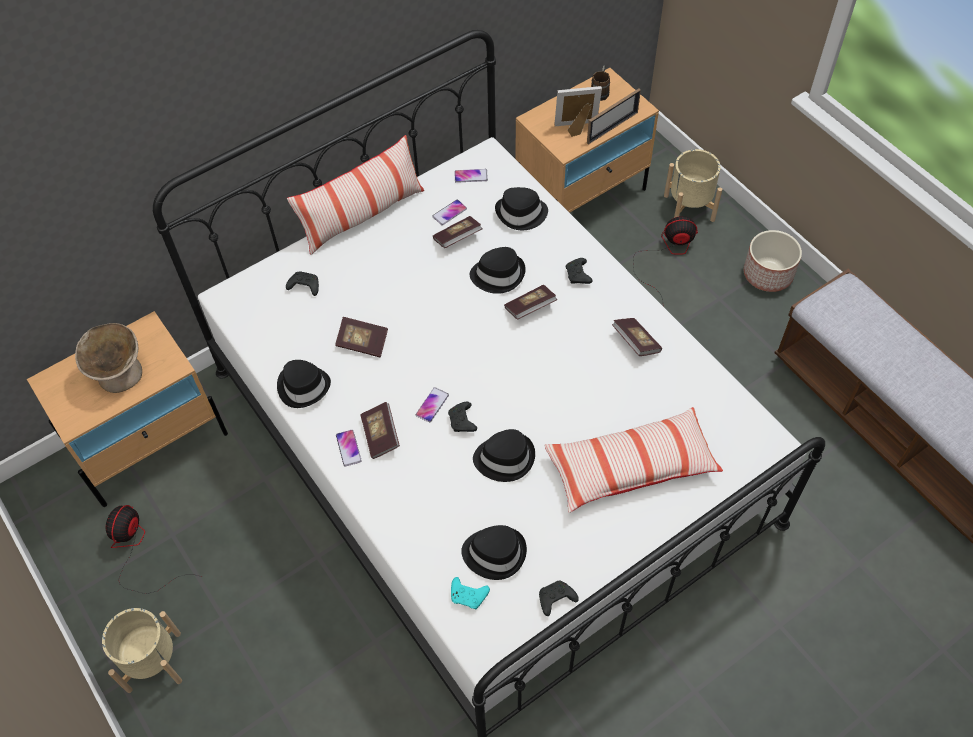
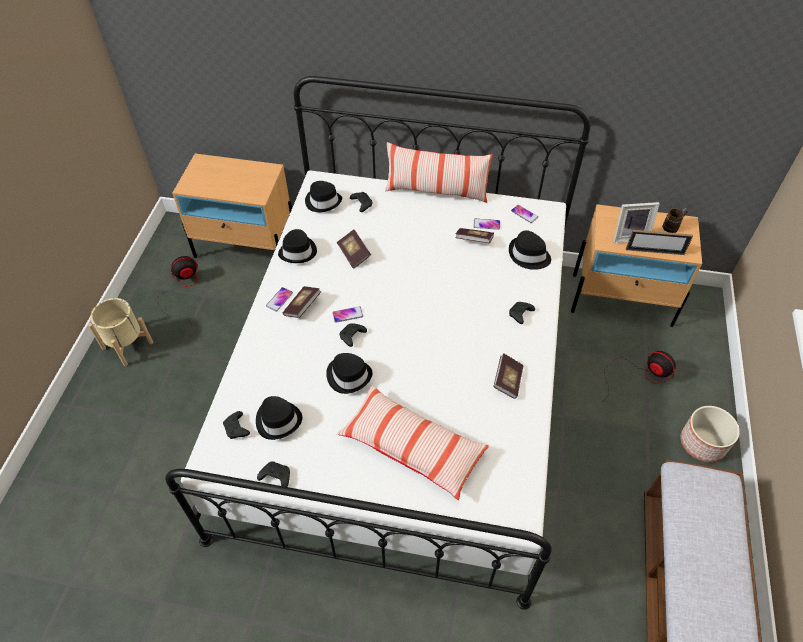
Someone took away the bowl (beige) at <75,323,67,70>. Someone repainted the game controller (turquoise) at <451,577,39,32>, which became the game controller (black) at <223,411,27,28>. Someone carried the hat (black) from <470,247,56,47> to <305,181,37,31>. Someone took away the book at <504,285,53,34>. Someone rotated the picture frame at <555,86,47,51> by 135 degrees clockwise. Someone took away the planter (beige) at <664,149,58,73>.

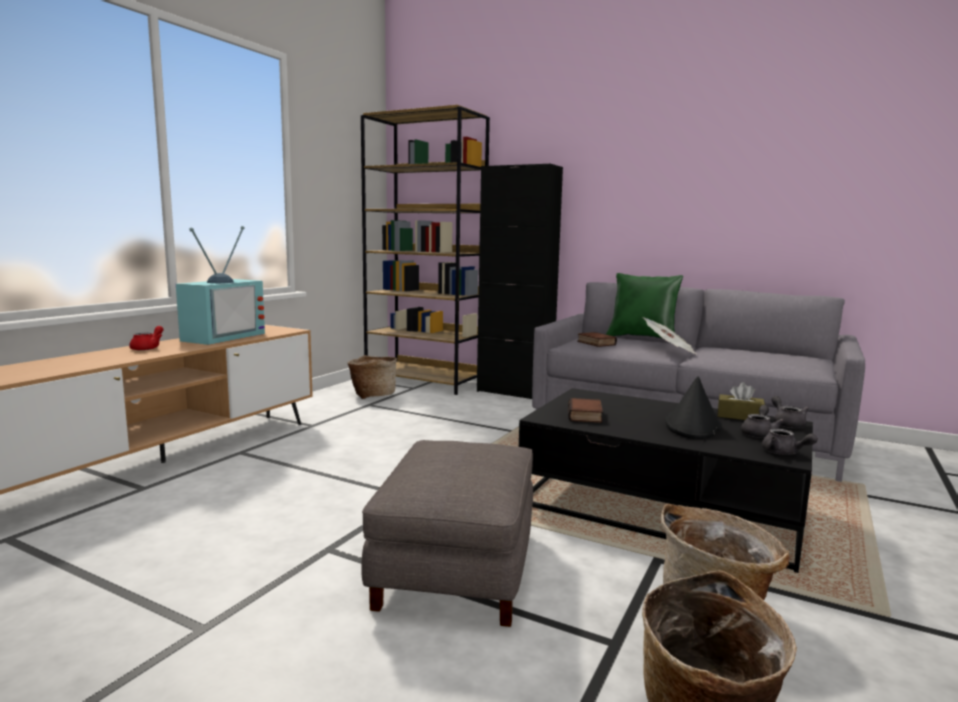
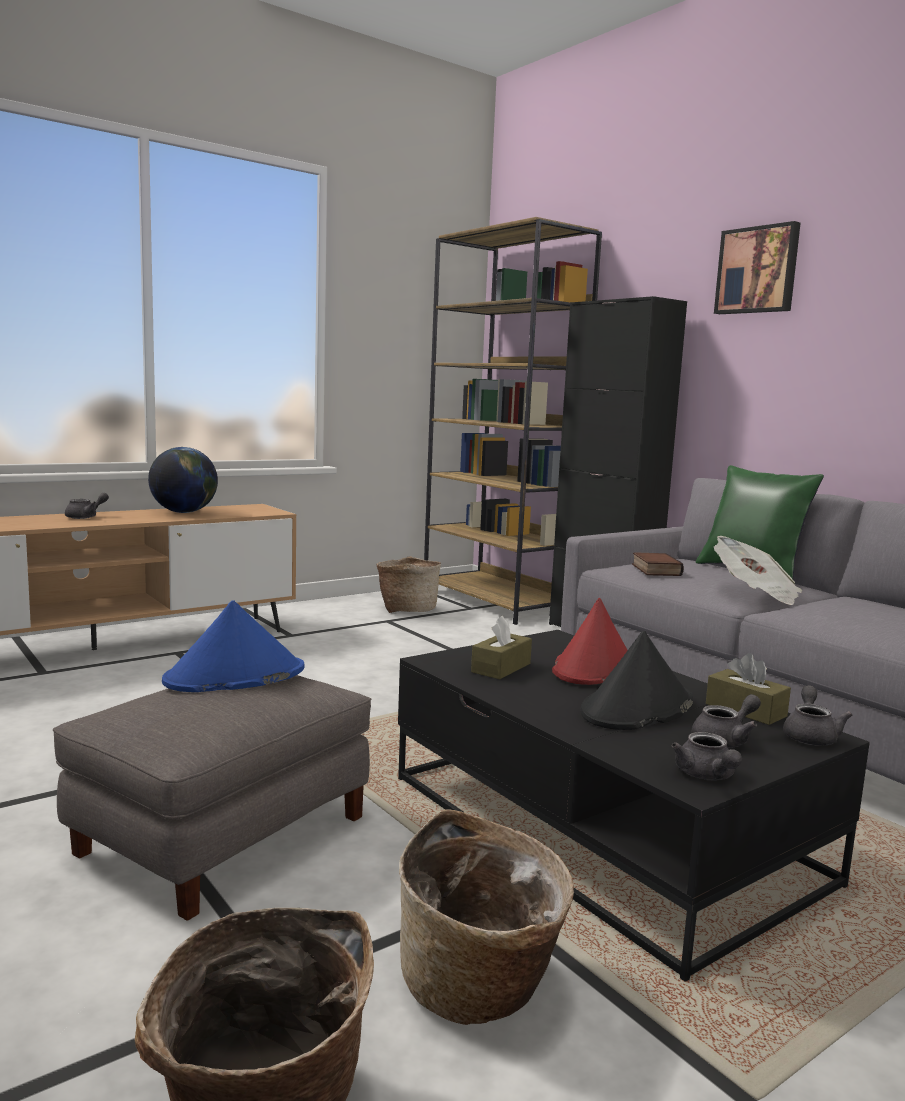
Someone repainted the teapot (red) at <129,326,35,25>, which became the teapot (grey) at <65,493,44,26>. Someone swapped the television at <176,226,89,119> for the globe at <148,447,70,66>. Someone swapped the book at <568,398,35,25> for the tissue box (brown) at <471,615,61,64>. Someone put down the hat (blue) at <162,601,142,91>. Someone put down the hat (red) at <552,598,76,87>. Someone put up the picture at <714,221,87,93>.

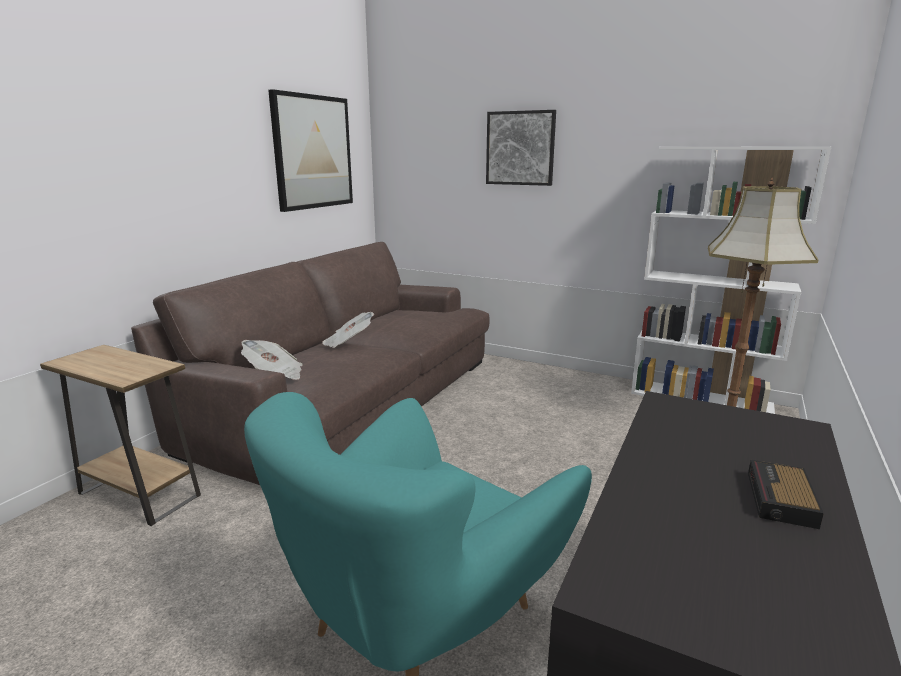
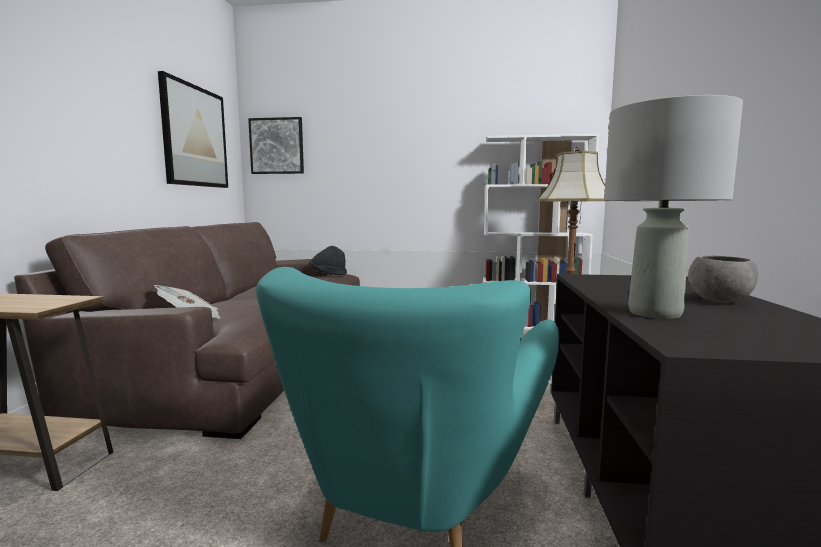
Someone took away the newspaper at <322,312,52,36>. Someone carried the picture from <486,110,70,76> to <248,117,56,57>. Someone swapped the alarm clock at <748,460,76,69> for the bowl (grey) at <688,255,70,48>. Someone put down the hat (black) at <309,246,38,29>. Someone put down the table lamp (grey) at <604,95,139,224>.

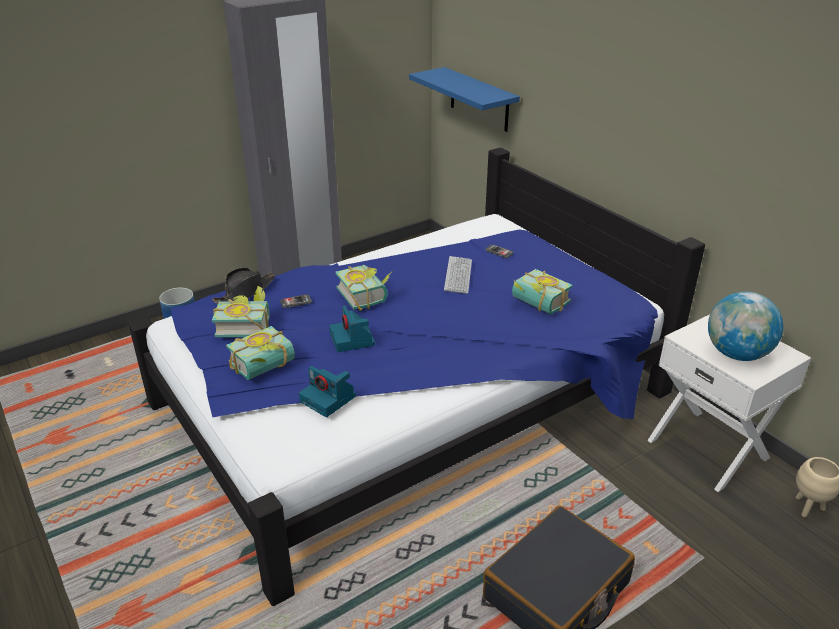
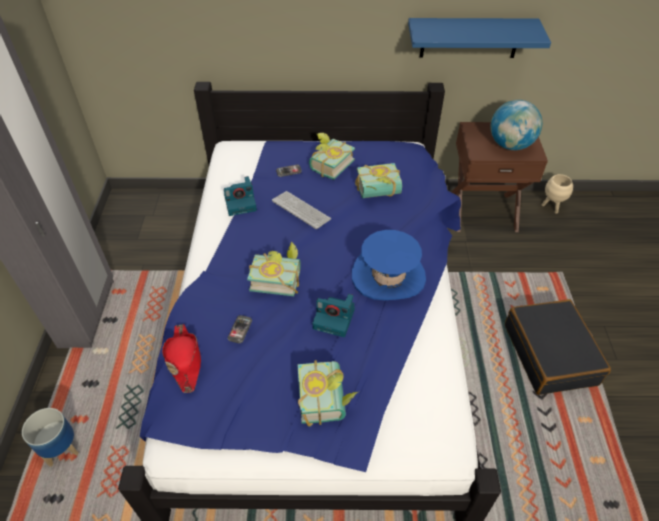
Someone repainted the hat (black) at <212,267,63,37>, which became the hat (red) at <162,324,39,69>. Someone carried the book from <212,286,57,51> to <309,133,46,47>. Someone carried the photo camera from <299,366,57,51> to <224,176,33,40>. Someone carried the shelf (blue) from <409,67,111,65> to <408,18,143,40>. Someone repainted the nightstand (white) at <647,315,164,177>, which became the nightstand (brown) at <451,122,97,110>. Someone put down the hat (blue) at <352,230,74,70>.

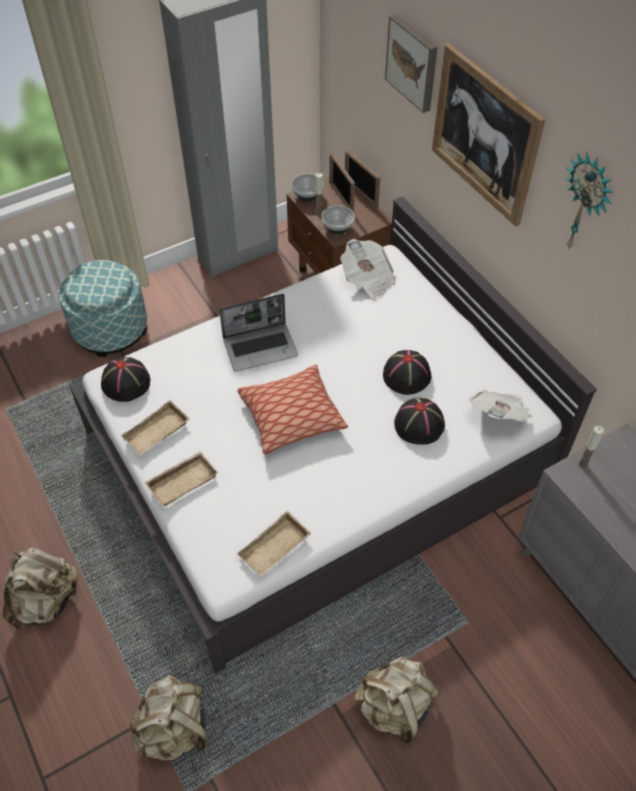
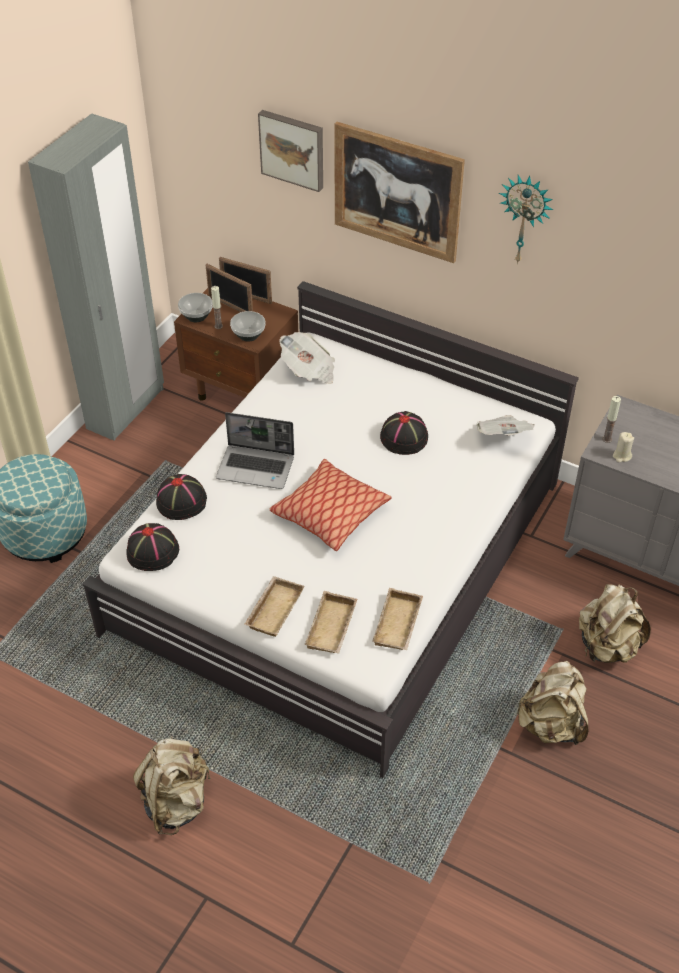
Someone carried the tray (beige) from <120,400,70,56> to <304,591,53,63>. Someone carried the backpack (beige) from <129,675,78,86> to <579,584,72,79>. Someone rotated the laptop at <219,294,79,78> by 60 degrees clockwise. Someone carried the hat (black) from <394,398,51,47> to <156,474,51,46>. Someone put down the candle (beige) at <613,432,21,30>.

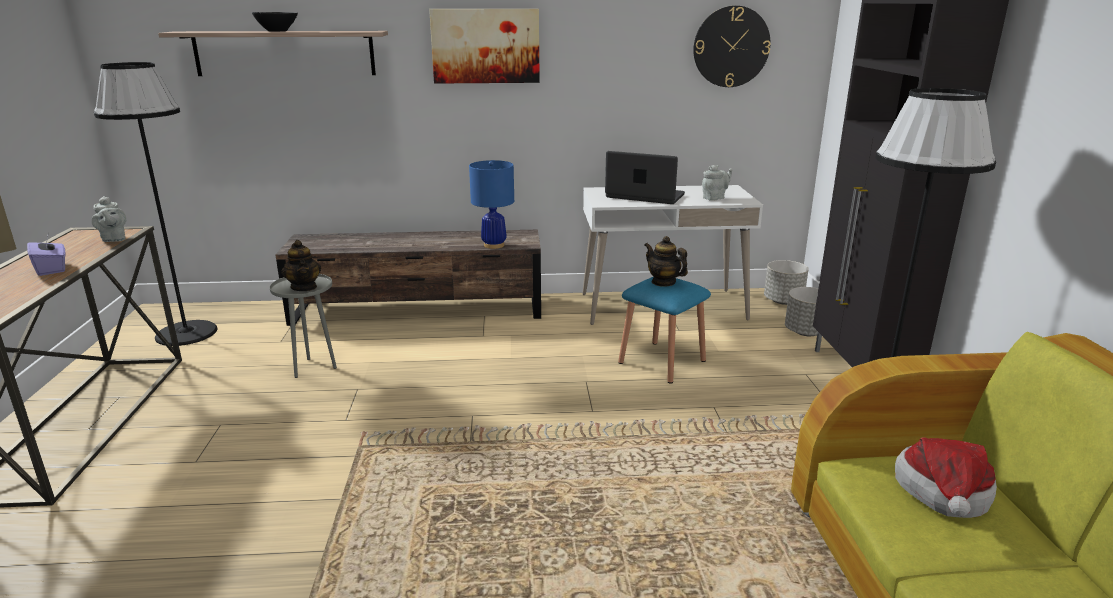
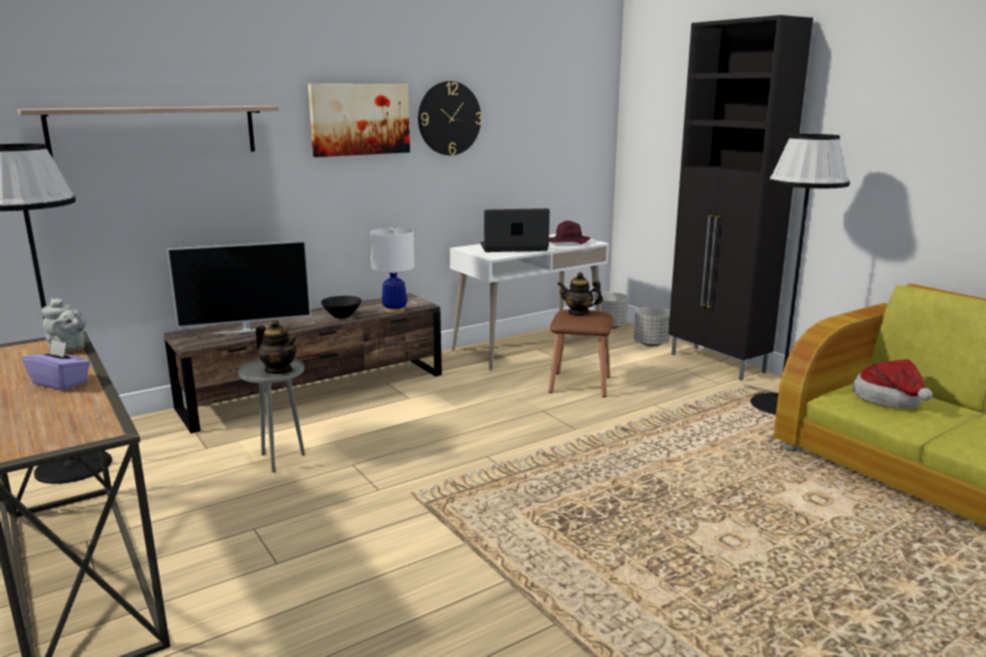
Someone carried the bowl (black) from <252,12,46,19> to <321,296,41,22>. Someone repainted the table lamp (blue) at <469,160,45,89>, which became the table lamp (white) at <370,227,45,86>. Someone repainted the stool (blue) at <618,277,93,107>, which became the stool (brown) at <549,309,65,88>. Someone carried the wall clock from <693,6,78,81> to <418,81,64,74>. Someone swapped the teapot (grey) at <702,165,30,36> for the hat (purple) at <549,221,41,23>. Someone put down the television at <167,241,145,93>.

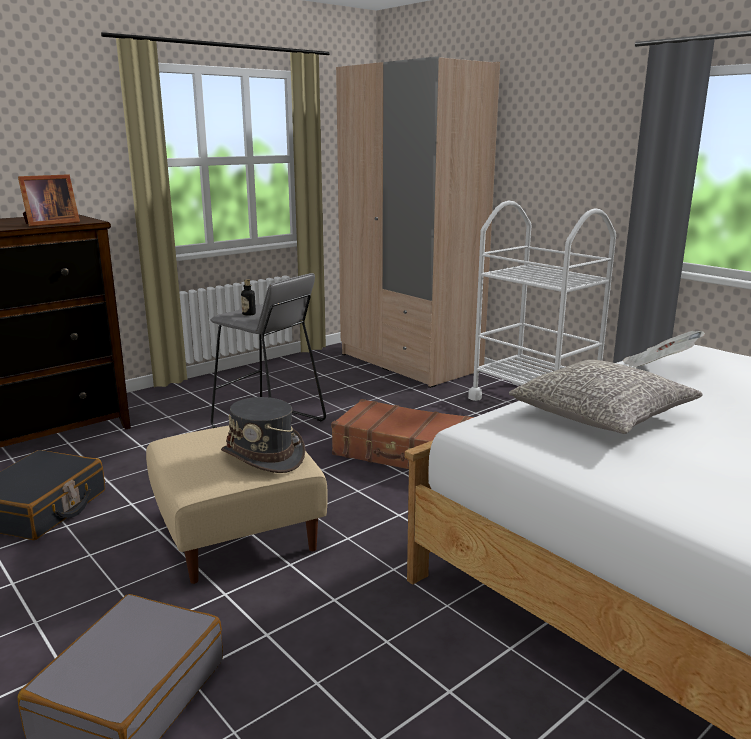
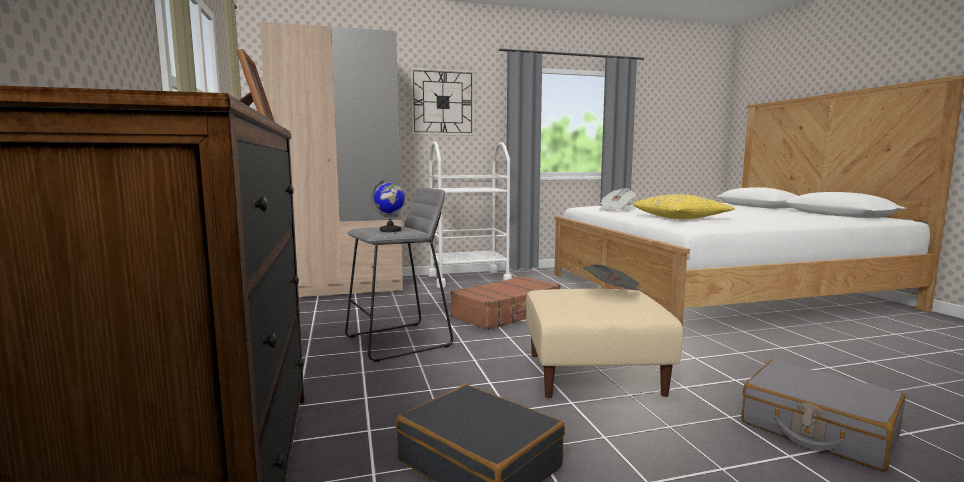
Someone swapped the hat (grey) at <221,397,84,76> for the newspaper at <583,265,57,25>. Someone swapped the bottle at <241,279,15,37> for the globe at <370,179,35,53>. Someone repainted the pillow (grey) at <509,360,194,74>, which became the pillow (yellow) at <633,194,102,25>. Someone put up the wall clock at <410,67,64,69>.

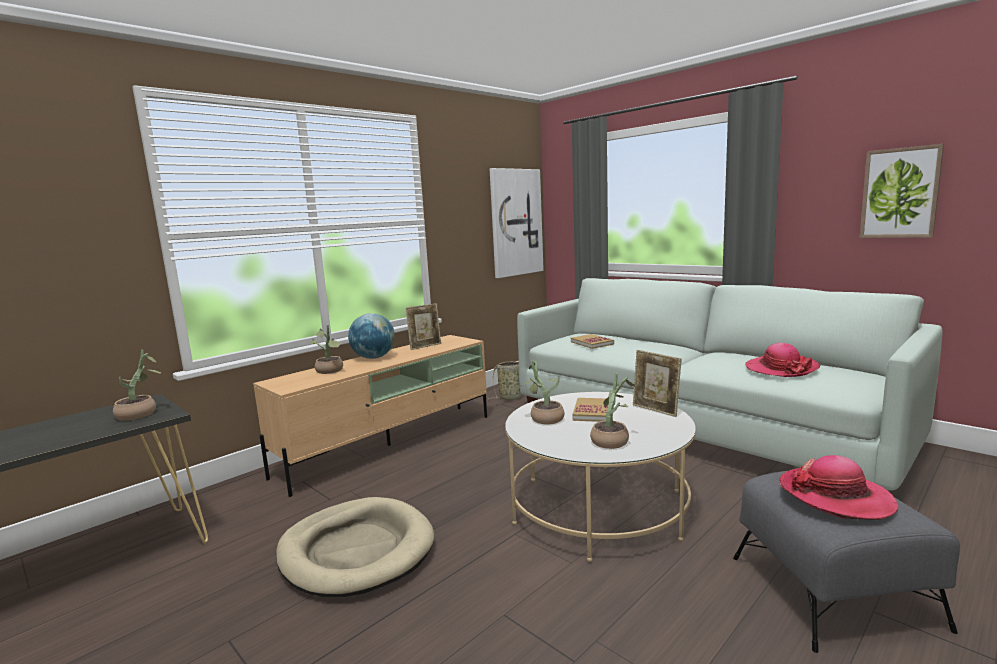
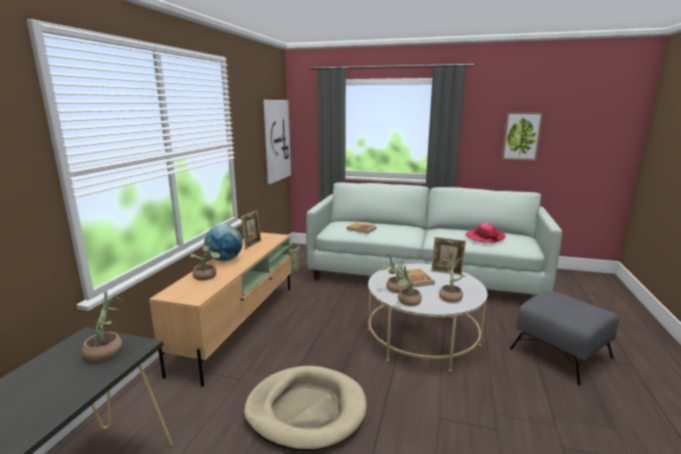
Someone took away the hat at <780,455,118,65>. Someone put down the potted plant at <394,265,28,41>.

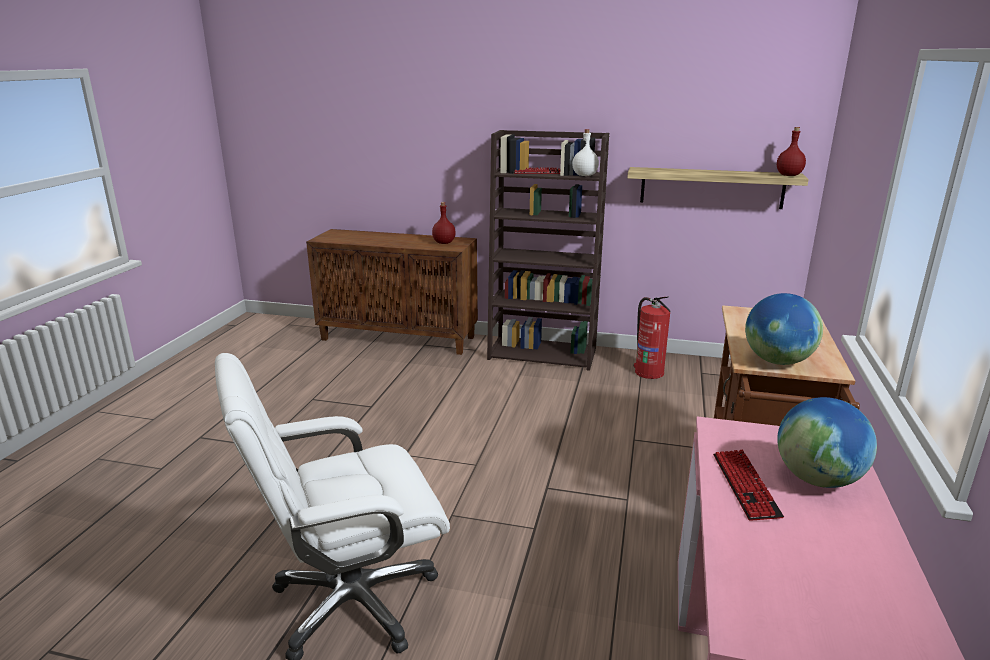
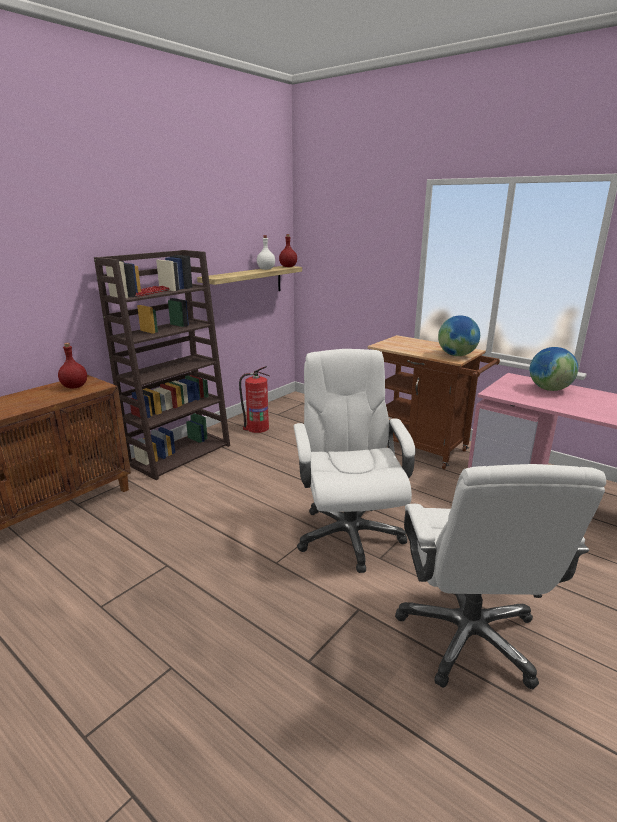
Someone carried the bottle (white) from <572,129,27,47> to <257,235,18,35>. Someone took away the keyboard at <713,449,71,72>. Someone put down the office chair (white) at <293,349,123,224>.

